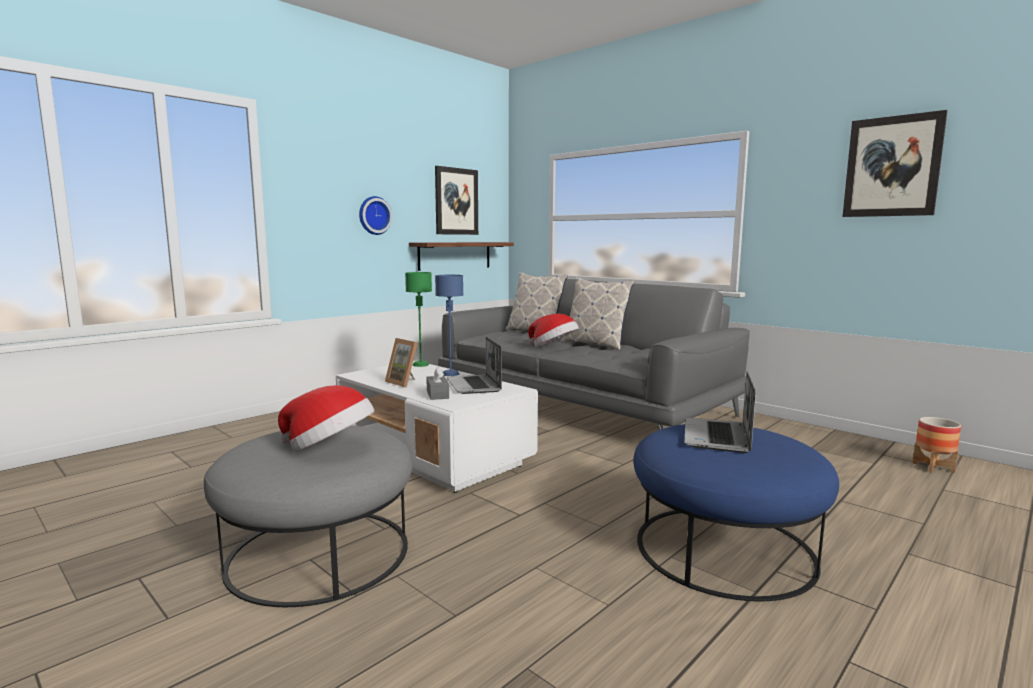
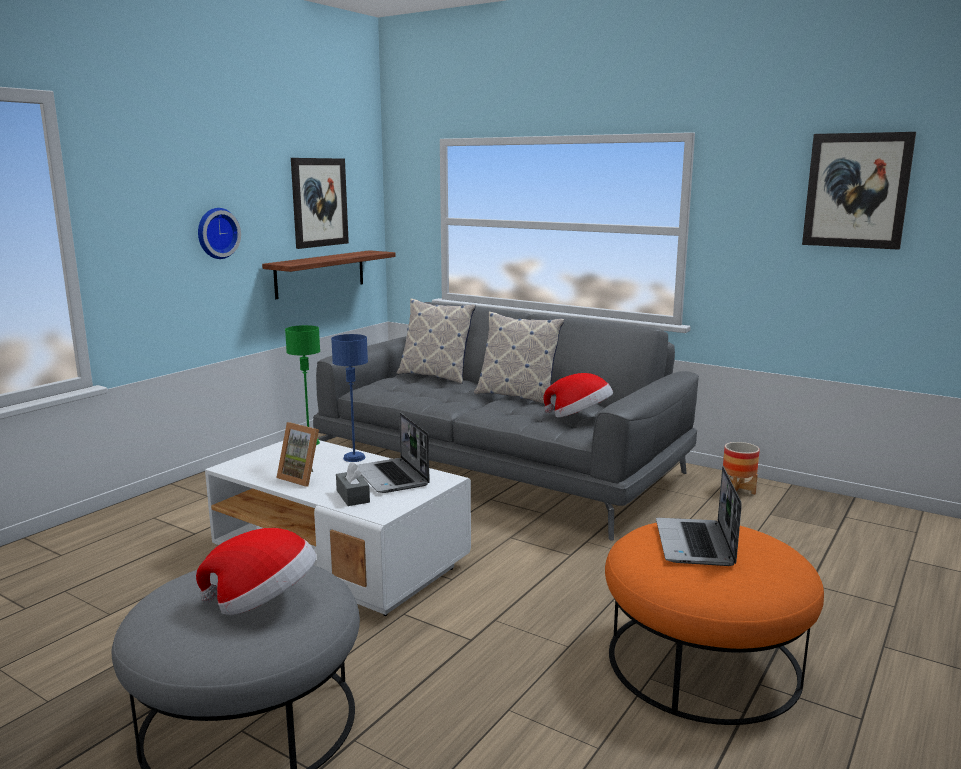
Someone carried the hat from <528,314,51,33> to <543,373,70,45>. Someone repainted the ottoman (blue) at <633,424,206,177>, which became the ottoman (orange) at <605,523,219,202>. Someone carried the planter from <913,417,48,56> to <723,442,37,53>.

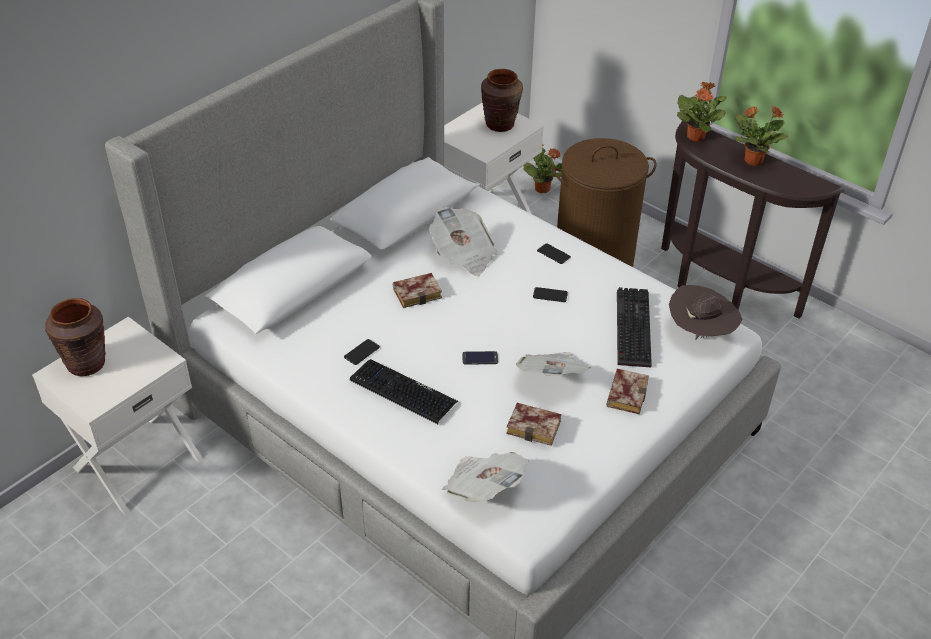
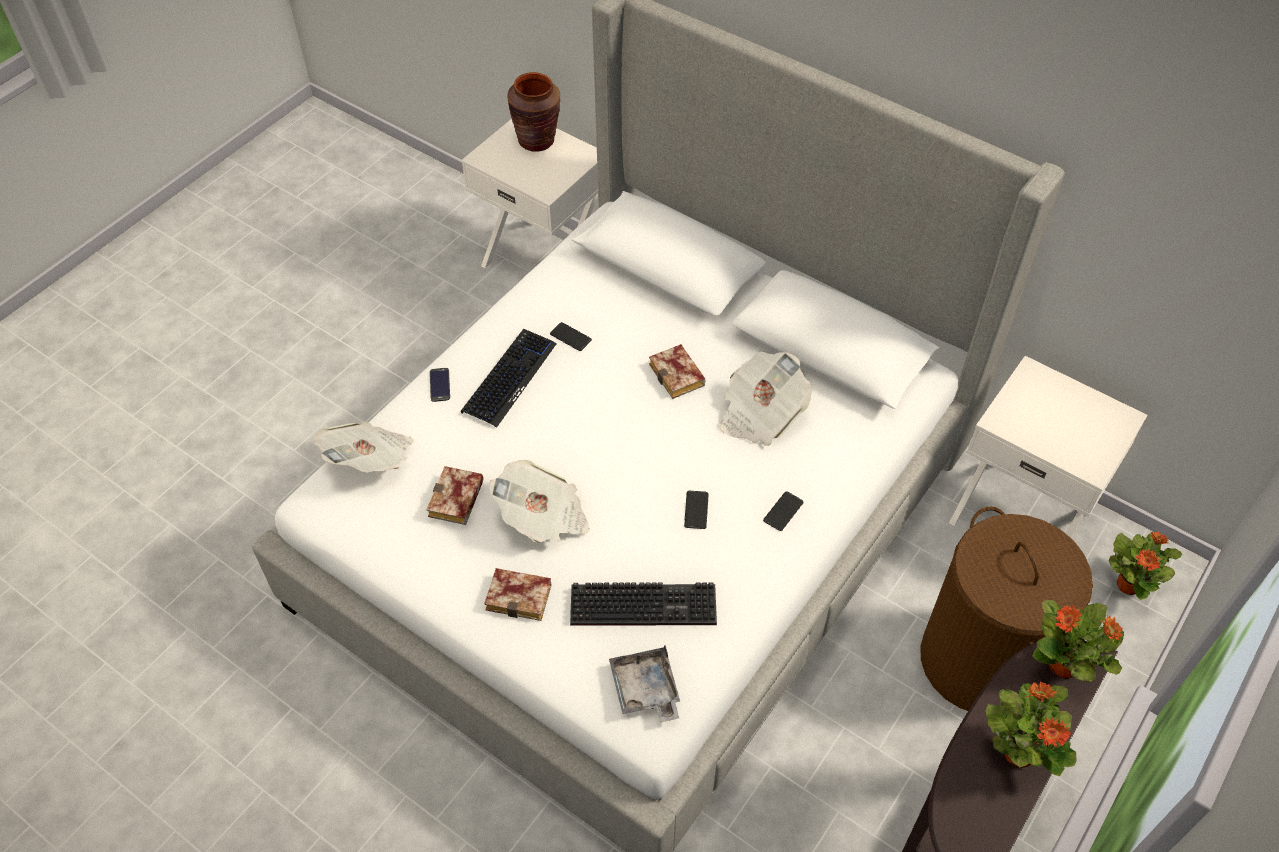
Someone carried the phone from <462,351,36,14> to <430,368,20,34>. Someone took away the vase (brown) at <481,69,42,63>. Someone swapped the hat (brown) at <669,285,73,55> for the tray (grey) at <609,645,71,77>.

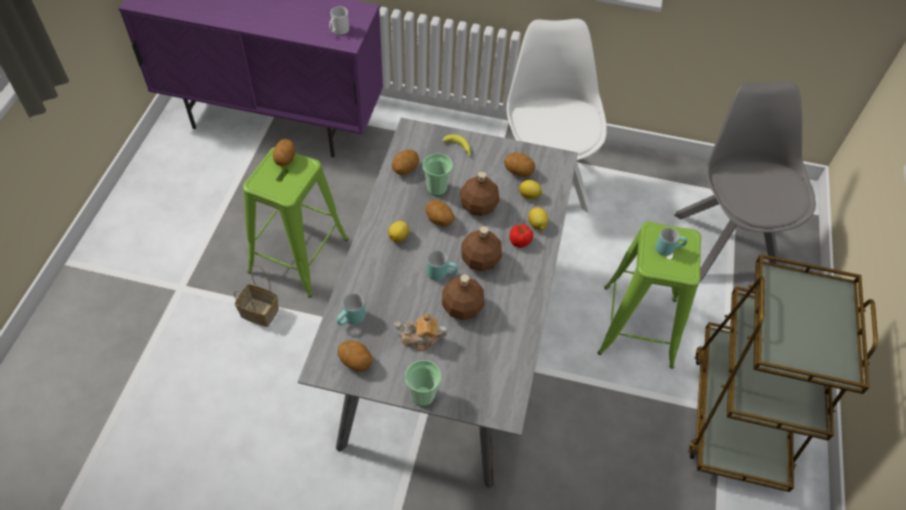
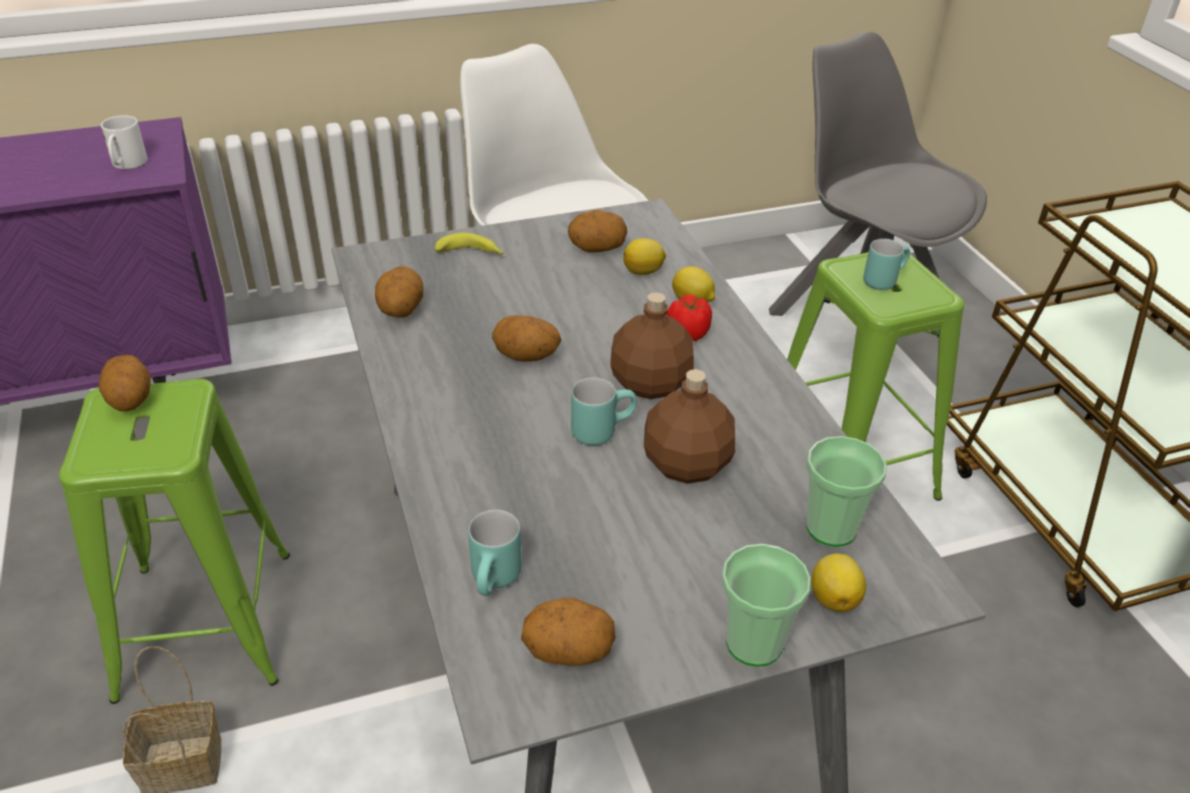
Someone carried the lemon from <388,221,21,22> to <811,553,55,59>. Someone took away the teapot at <394,314,53,37>. Someone carried the cup from <423,153,30,43> to <806,436,81,111>. Someone took away the bottle (brown) at <460,171,40,45>.

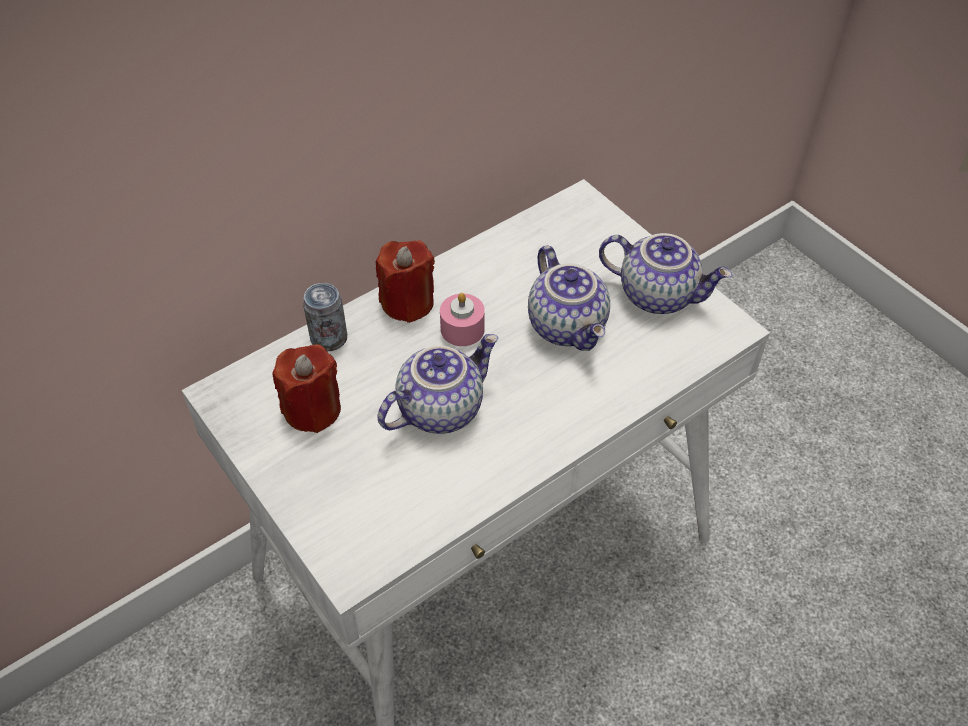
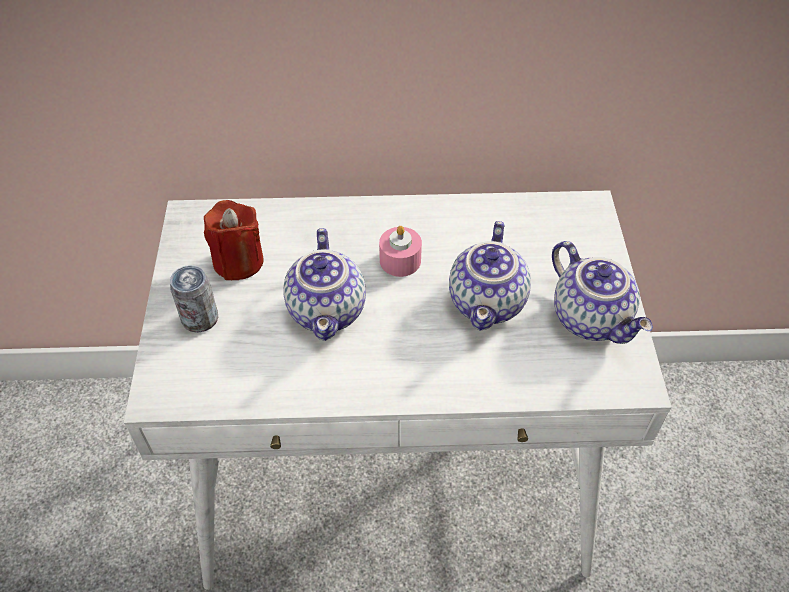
Someone carried the can from <303,283,44,68> to <170,265,48,68>. Someone took away the candle (red) at <376,240,59,83>. Someone rotated the teapot at <377,334,122,100> by 90 degrees clockwise.

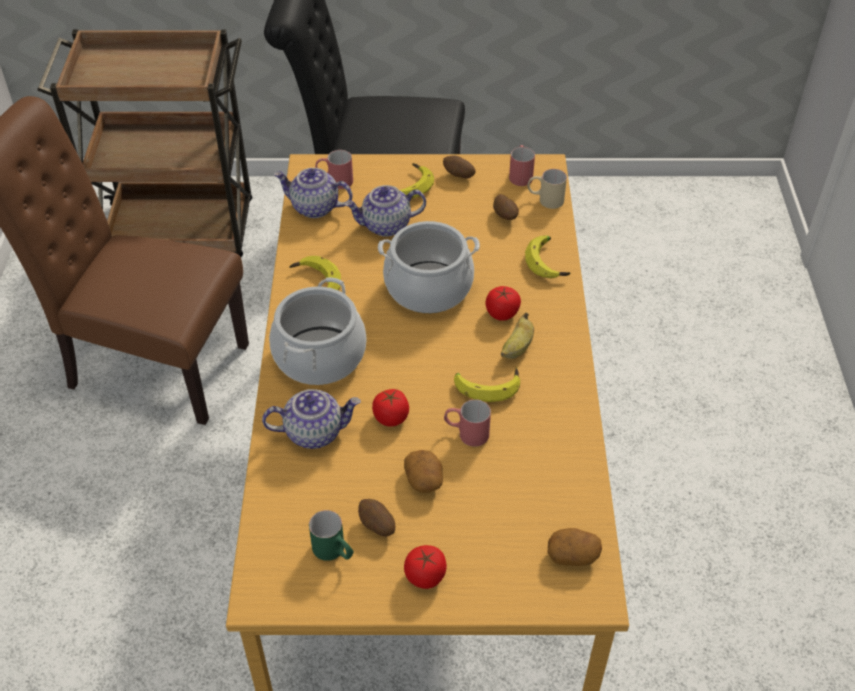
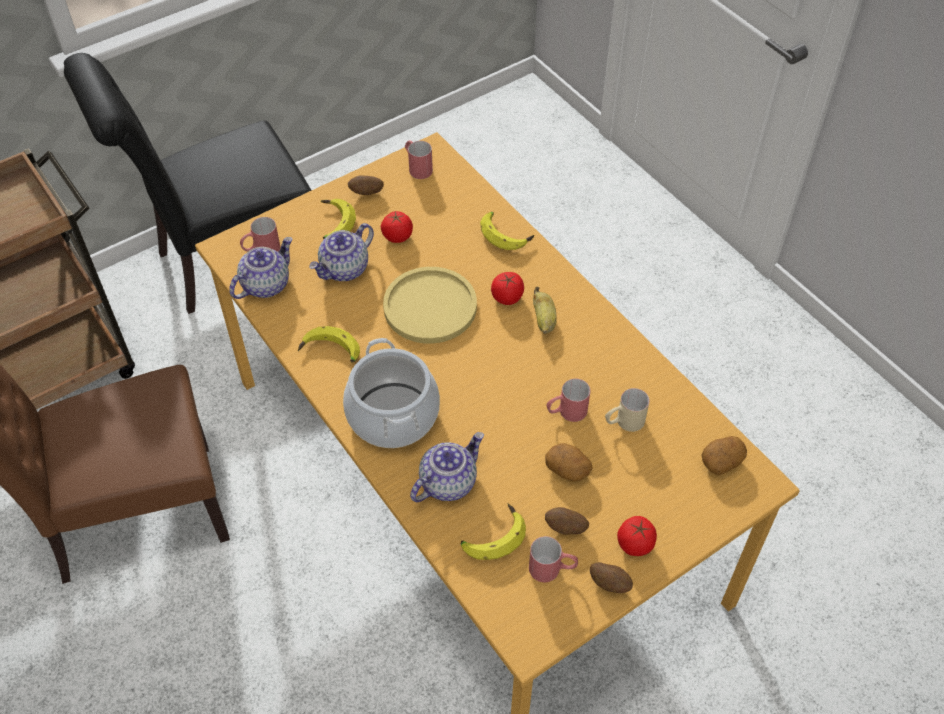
Someone rotated the teapot at <274,168,79,50> by 150 degrees clockwise. Someone repainted the mug (green) at <309,510,45,51>, which became the mug (red) at <529,536,49,46>. Someone carried the tomato from <372,389,37,38> to <381,211,32,32>. Someone swapped the cooking pot at <378,221,102,92> for the plate (yellow) at <383,267,94,77>. Someone carried the banana from <454,367,66,35> to <461,504,65,56>. Someone carried the potato from <493,194,26,26> to <590,562,43,31>. Someone carried the mug (beige) from <527,169,40,40> to <605,388,45,44>.

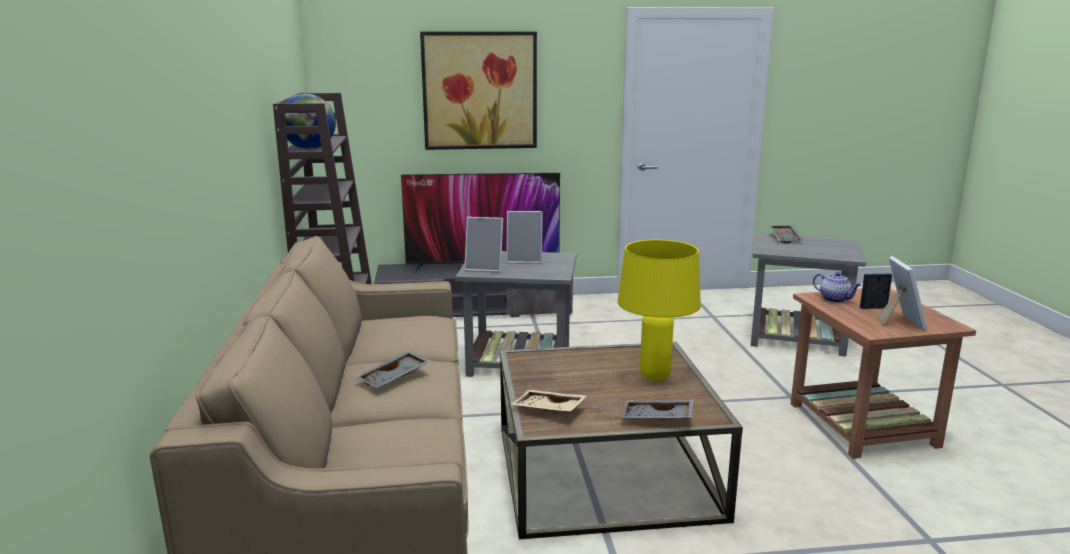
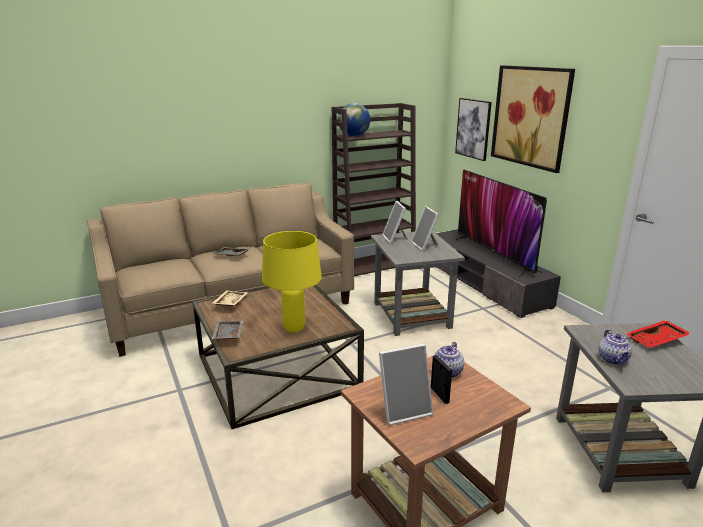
Someone repainted the tray (grey) at <768,225,36,19>, which became the tray (red) at <625,320,66,28>. Someone put up the picture at <455,98,37,63>. Someone put down the teapot at <599,329,33,36>.

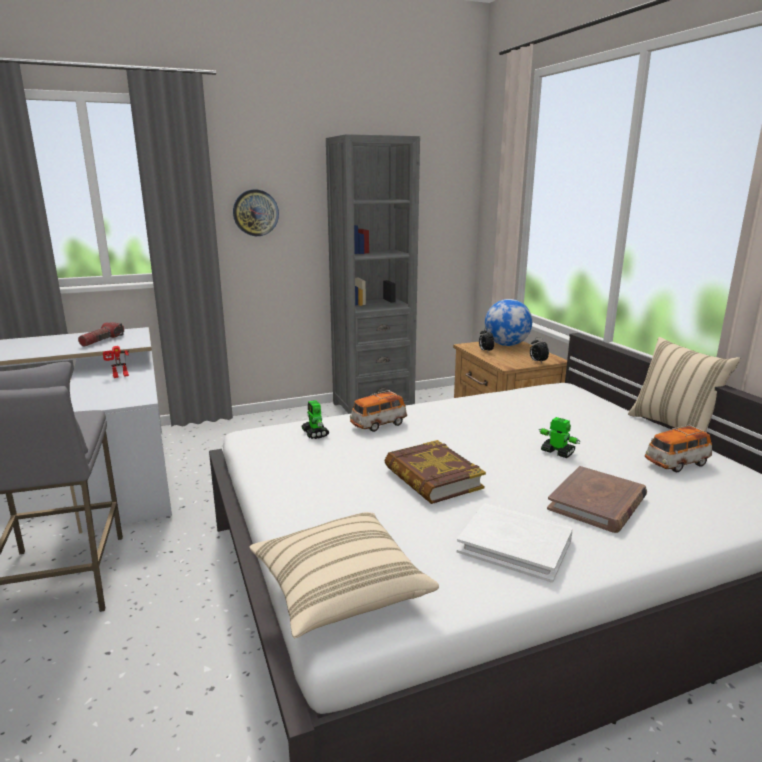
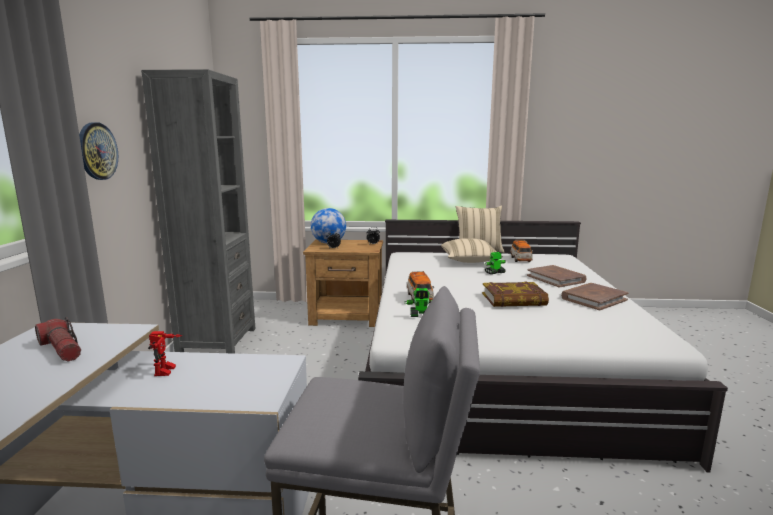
Someone carried the pillow (beige) from <249,512,190,126> to <441,238,62,25>. Someone repainted the book (white) at <457,503,115,80>, which became the book (brown) at <561,283,68,27>.

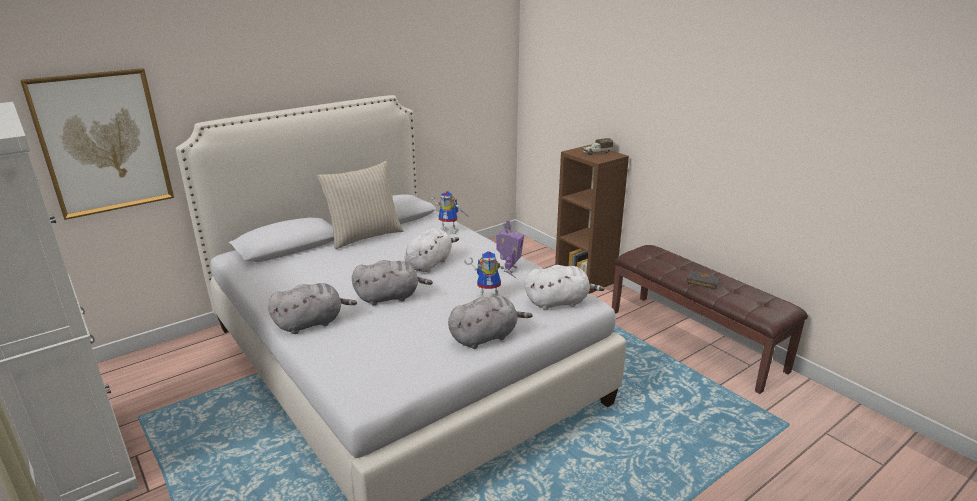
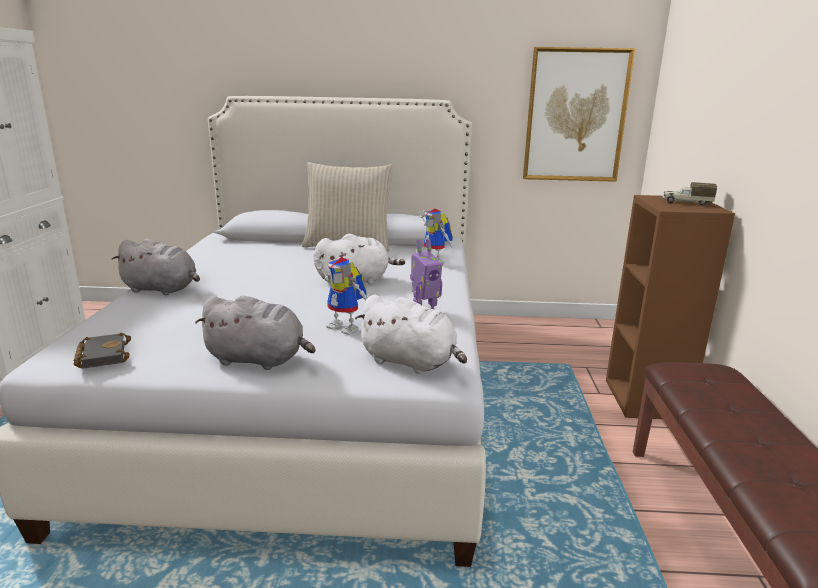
Someone carried the picture from <20,68,154,152> to <523,47,112,135>. Someone took away the plush toy (grey) at <352,260,81,46>. Someone carried the book (black) from <687,270,33,19> to <74,333,57,36>.

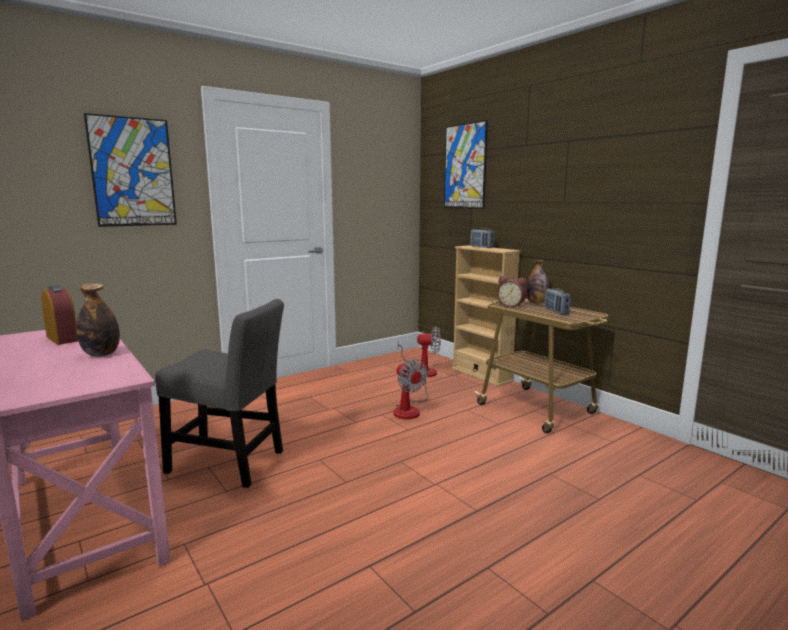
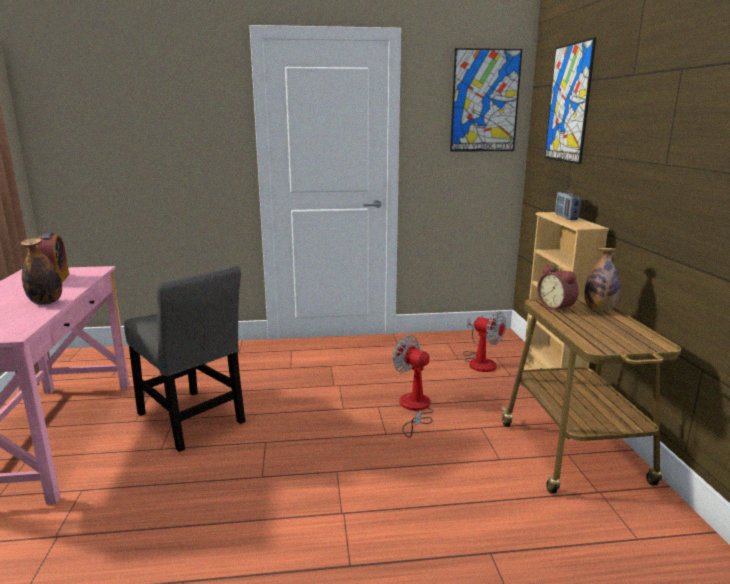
Someone carried the picture from <84,113,93,114> to <450,48,72,104>. Someone rotated the fan at <393,359,36,60> by 135 degrees clockwise. Someone took away the radio at <545,288,26,27>.

